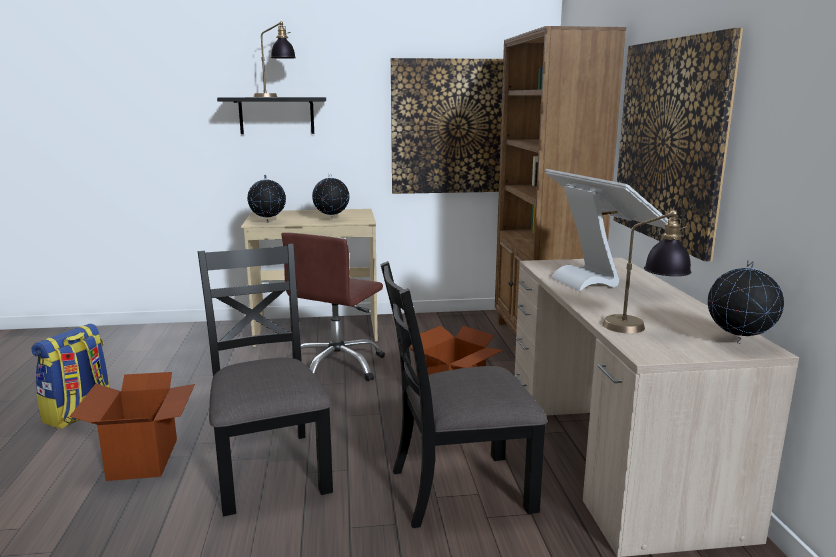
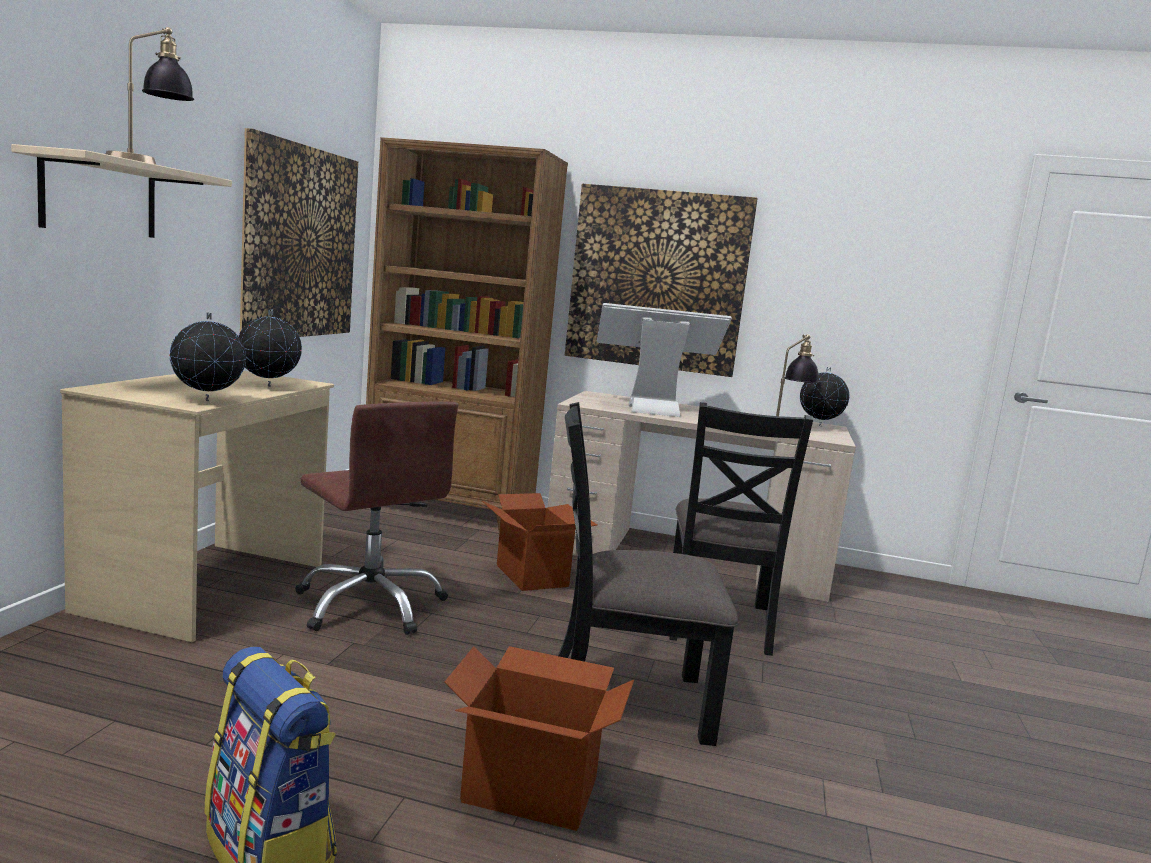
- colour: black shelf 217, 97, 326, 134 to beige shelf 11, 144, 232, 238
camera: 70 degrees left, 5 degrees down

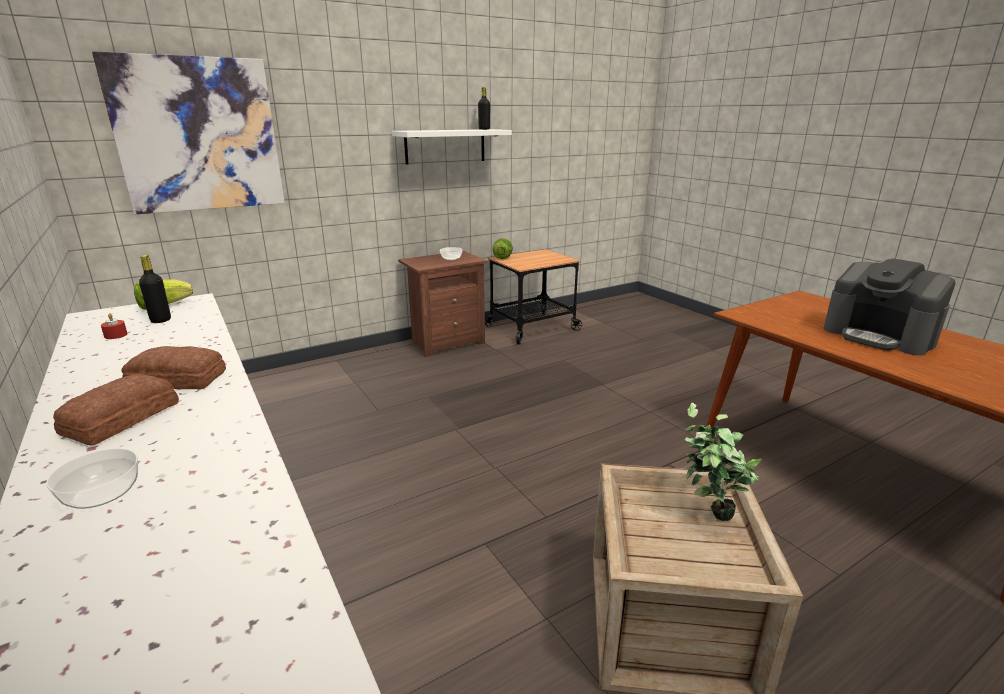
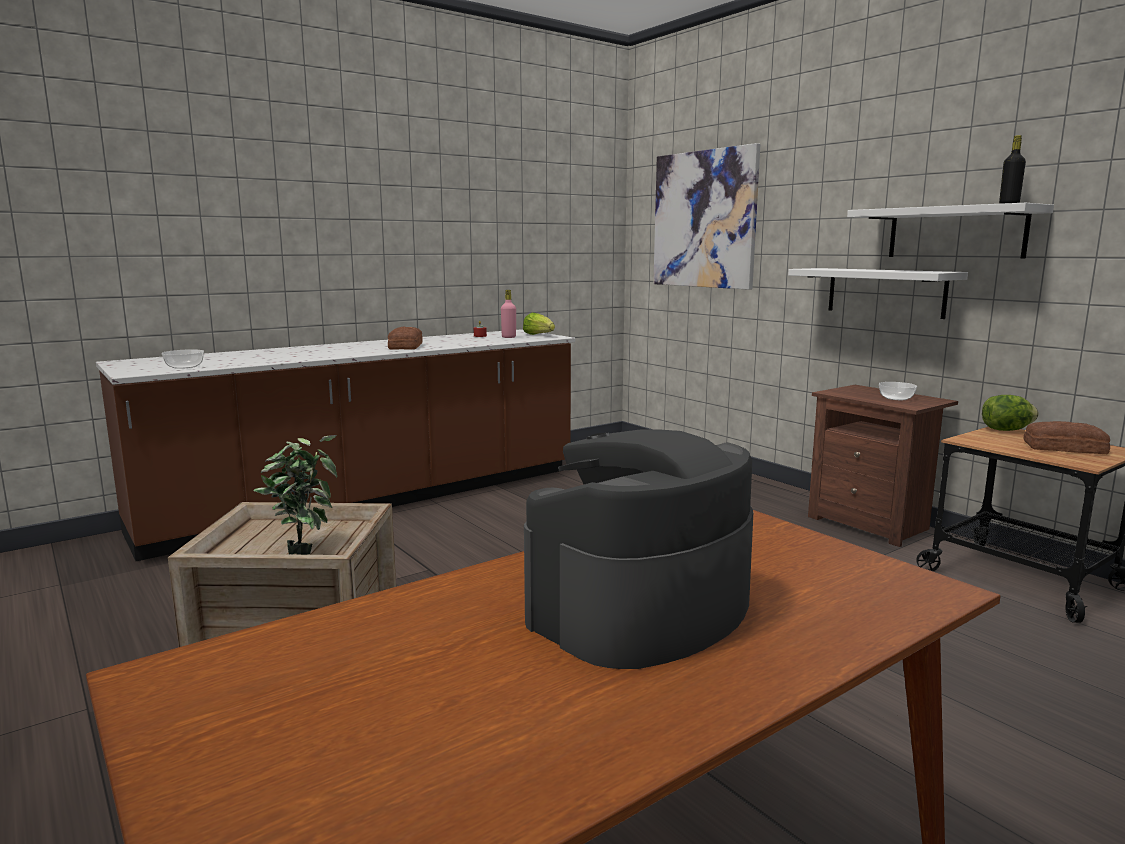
- relocated: bowl 46, 448, 138, 509 to 162, 349, 204, 369
- colour: black bottle 139, 255, 171, 323 to pink bottle 501, 290, 516, 338
- appeared: white shelf 788, 268, 968, 319
- relocated: bread 53, 374, 179, 446 to 1024, 421, 1110, 454
camera: 85 degrees right, 10 degrees down

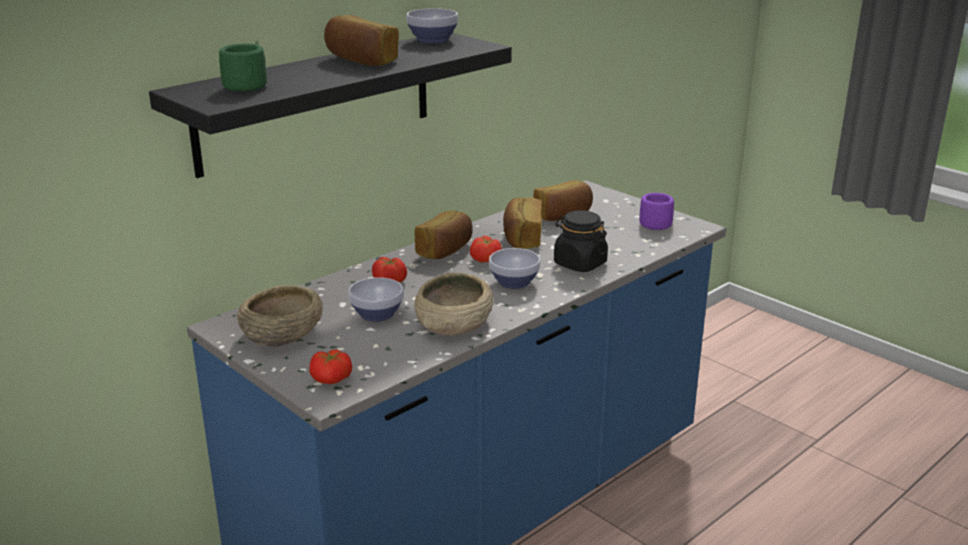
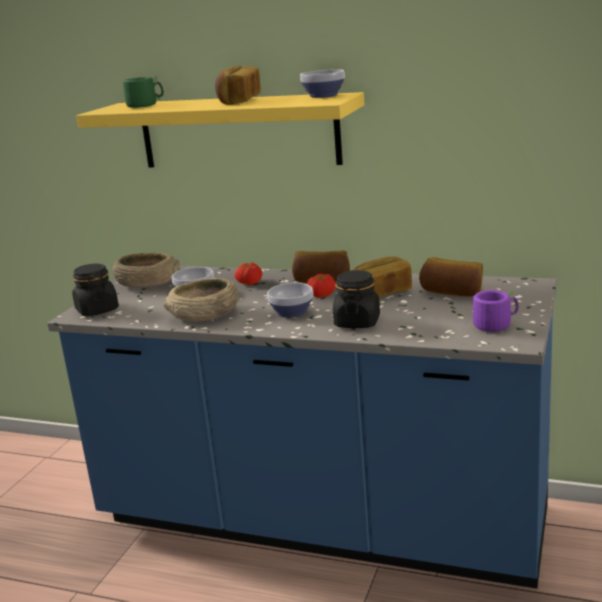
- exchanged: tomato 309, 349, 352, 384 to black jar 72, 264, 119, 316
- colour: black shelf 149, 33, 512, 178 to yellow shelf 76, 92, 365, 167
camera: 65 degrees right, 5 degrees down

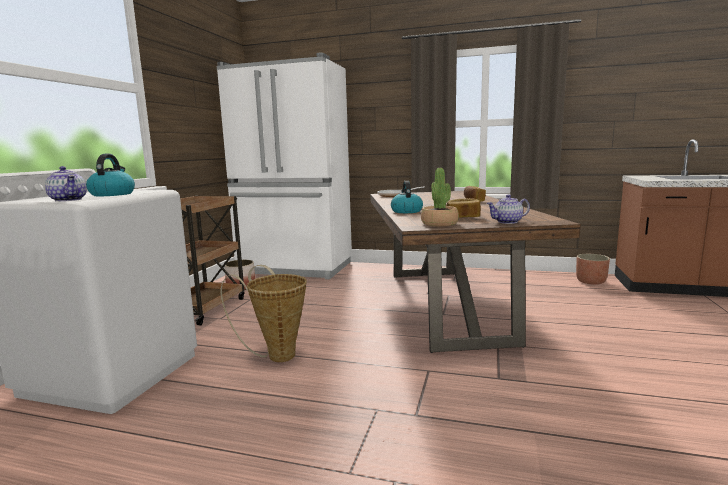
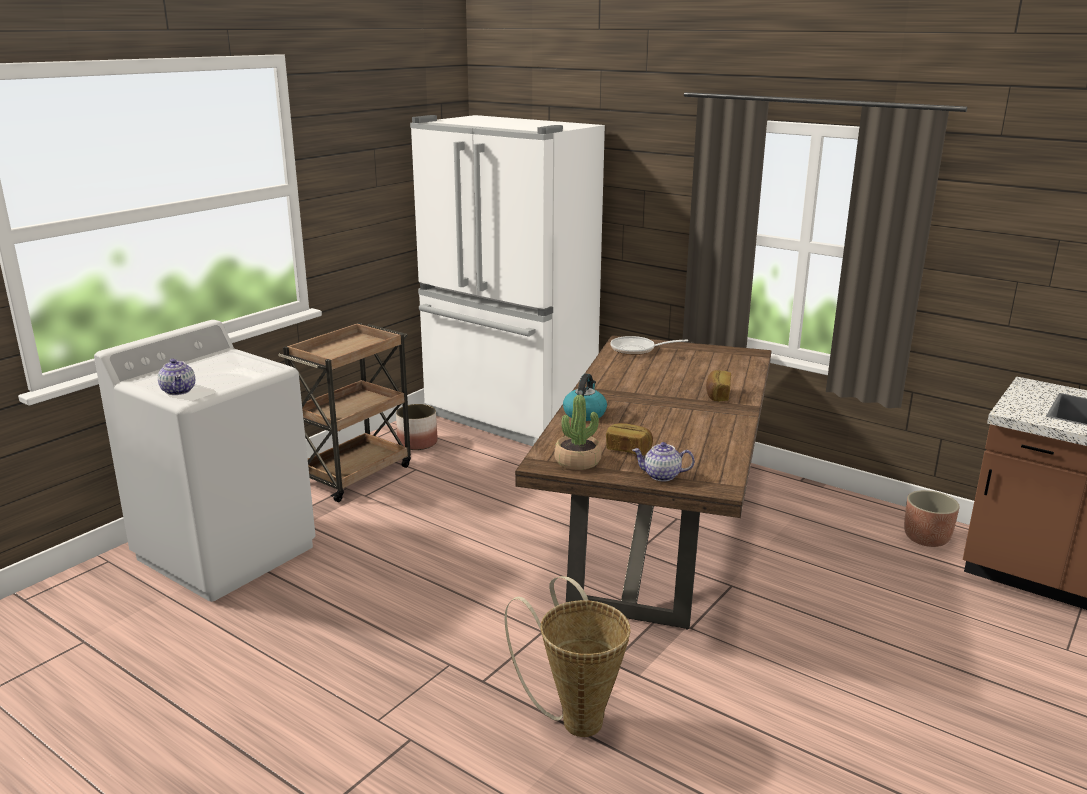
- relocated: basket 220, 265, 307, 362 to 504, 576, 631, 737
- missing: kettle 86, 154, 135, 196
camera: 20 degrees right, 10 degrees up

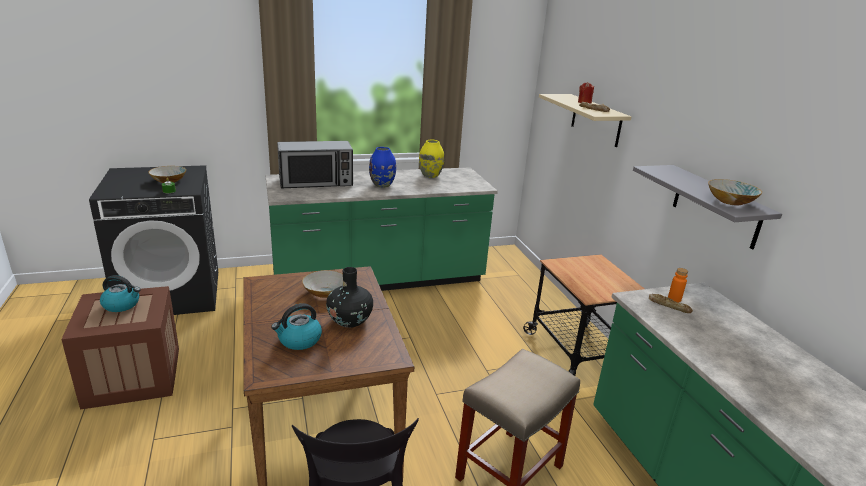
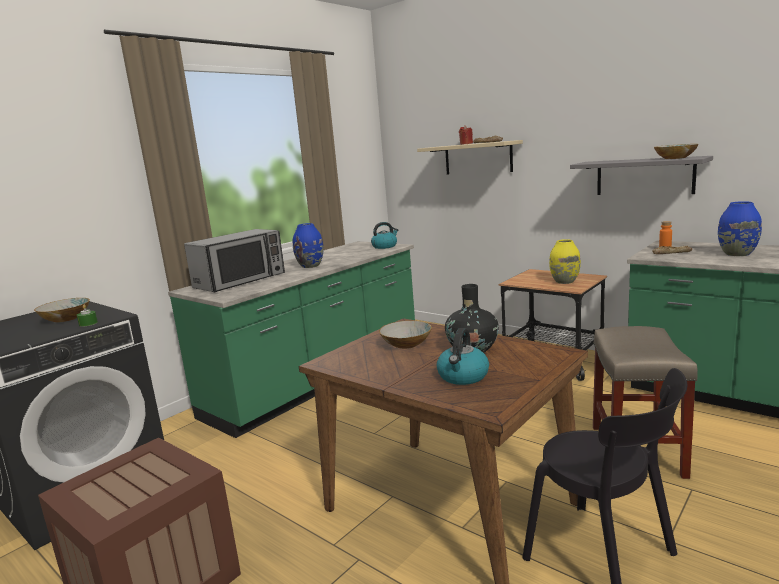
- relocated: kettle 100, 275, 141, 312 to 371, 222, 398, 249
- relocated: yellow vase 419, 140, 444, 178 to 549, 239, 581, 284
- appeared: blue vase 718, 201, 762, 256
camera: 30 degrees left, 10 degrees down

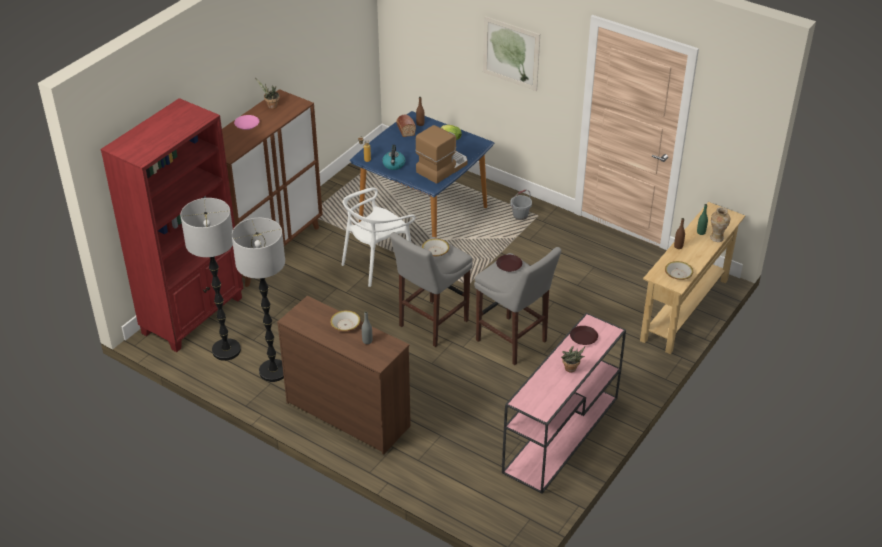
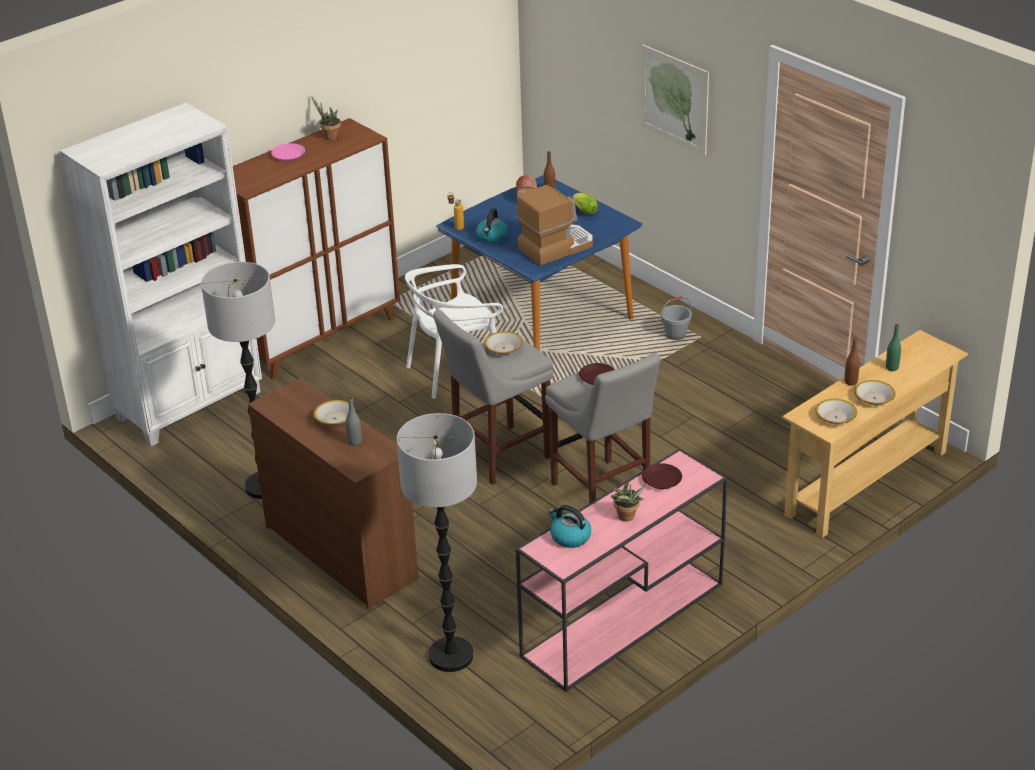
- colour: red bookcase 100, 98, 243, 352 to white bookcase 60, 103, 262, 447
- relocated: floor lamp 180, 198, 241, 361 to 397, 413, 477, 672
- appeared: kettle 548, 505, 591, 548
- appeared: bowl 854, 380, 895, 405
- missing: vase 710, 207, 730, 242
camera: 15 degrees right, 5 degrees down

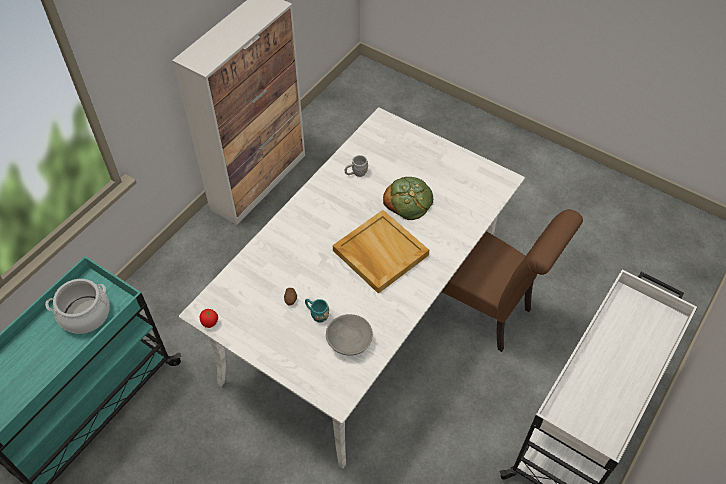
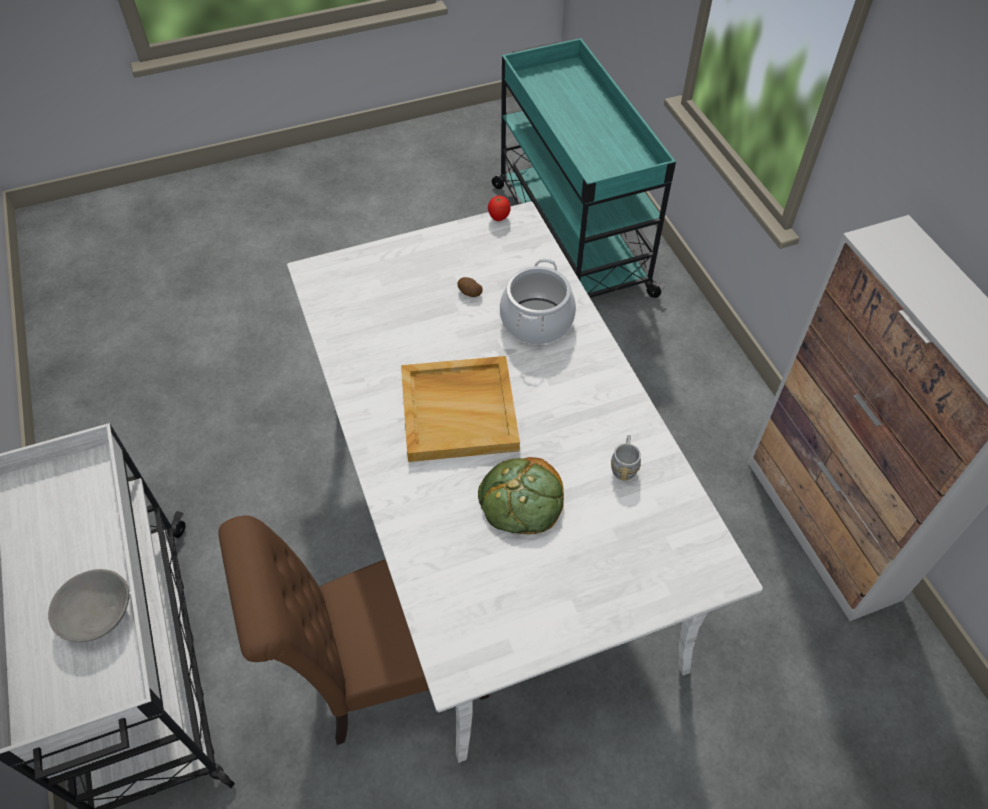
- relocated: grey bowl 326, 314, 373, 356 to 48, 569, 129, 642
- relocated: cooking pot 45, 279, 110, 334 to 500, 258, 576, 344
- missing: turquoise mug 305, 299, 329, 323
camera: 125 degrees right, 0 degrees up

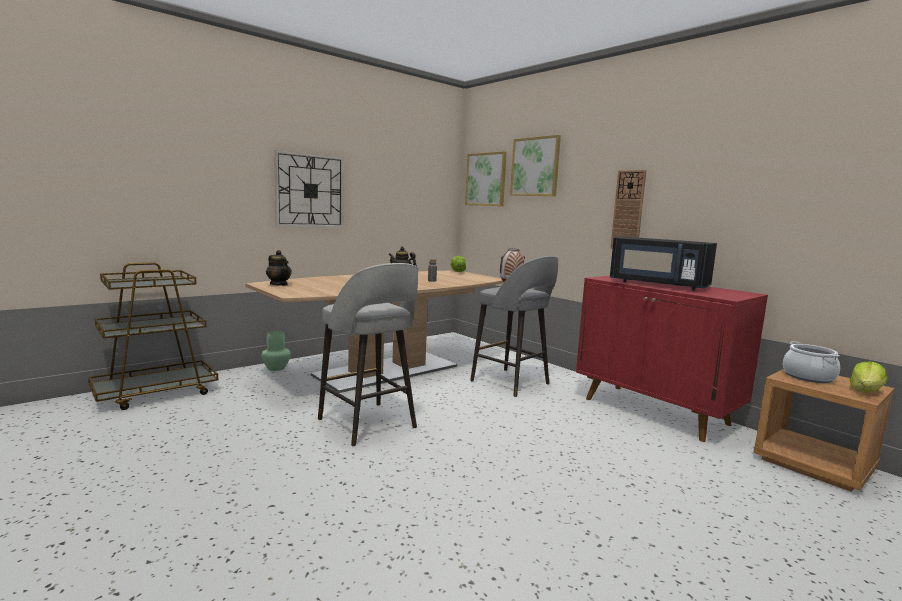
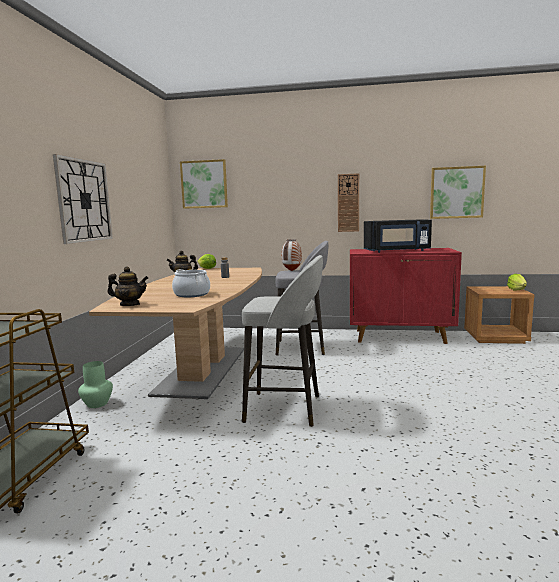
- relocated: cooking pot 783, 341, 840, 383 to 172, 269, 210, 297
- relocated: picture 510, 135, 561, 196 to 430, 166, 486, 219
camera: 40 degrees left, 0 degrees up

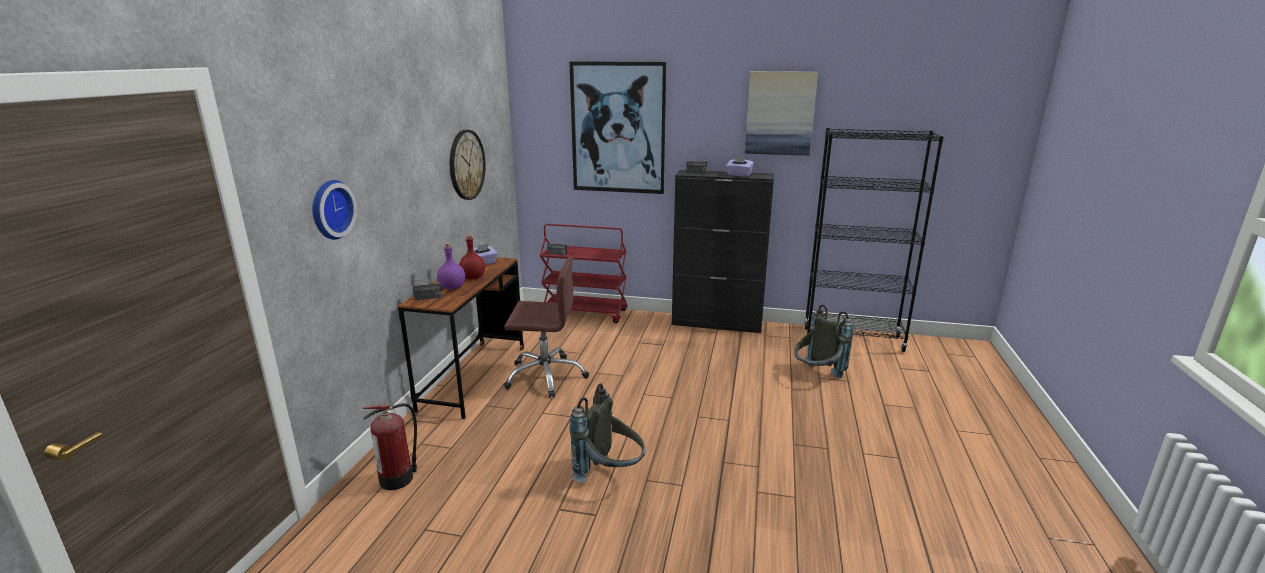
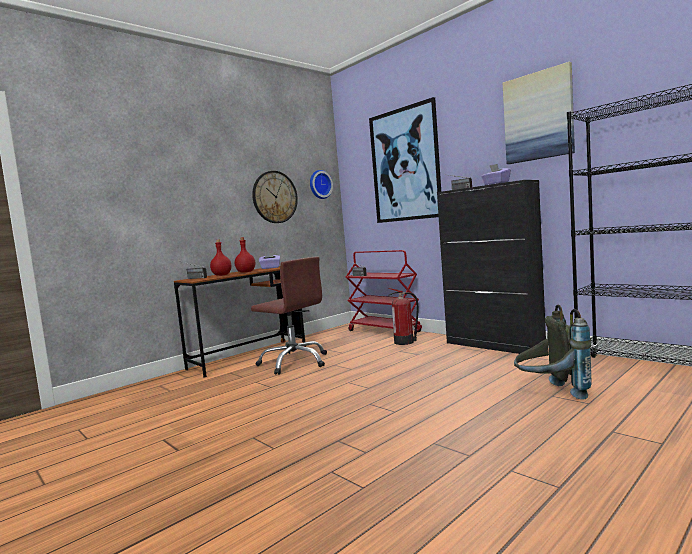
- colour: purple bottle 437, 243, 465, 290 to red bottle 210, 239, 232, 276
- relocated: wall clock 312, 180, 357, 240 to 310, 170, 333, 199
- relocated: fire extinguisher 363, 403, 417, 490 to 388, 288, 419, 345
- missing: grey backpack 569, 383, 645, 482
camera: 35 degrees right, 15 degrees down

